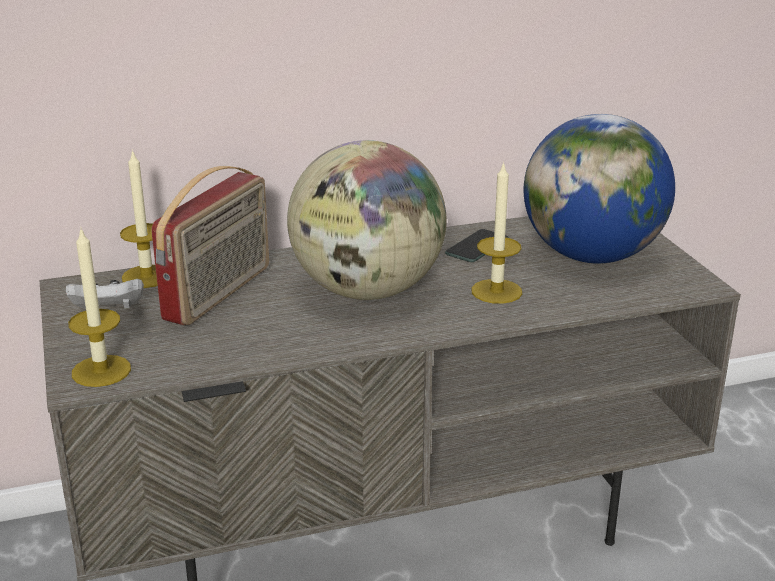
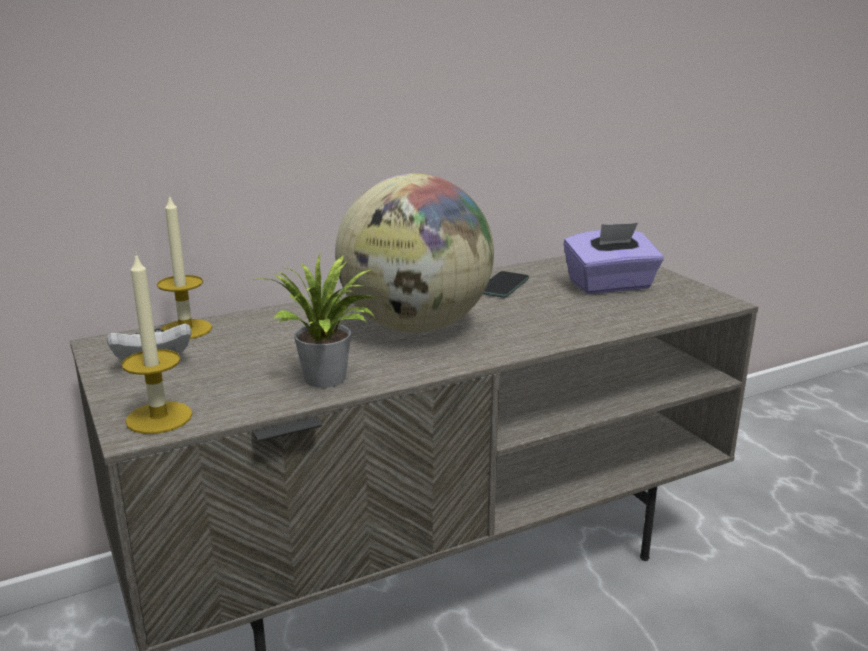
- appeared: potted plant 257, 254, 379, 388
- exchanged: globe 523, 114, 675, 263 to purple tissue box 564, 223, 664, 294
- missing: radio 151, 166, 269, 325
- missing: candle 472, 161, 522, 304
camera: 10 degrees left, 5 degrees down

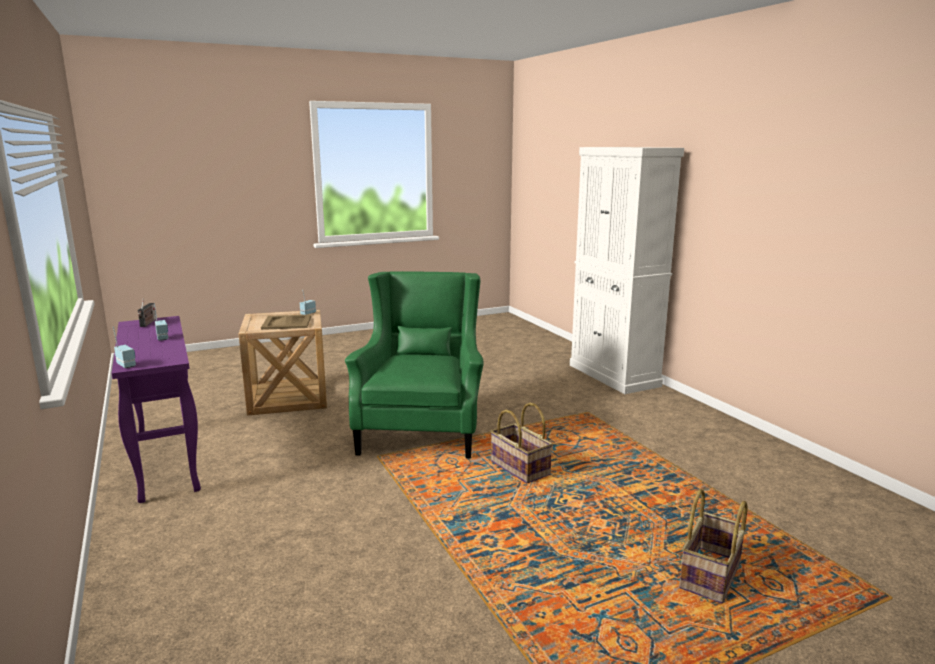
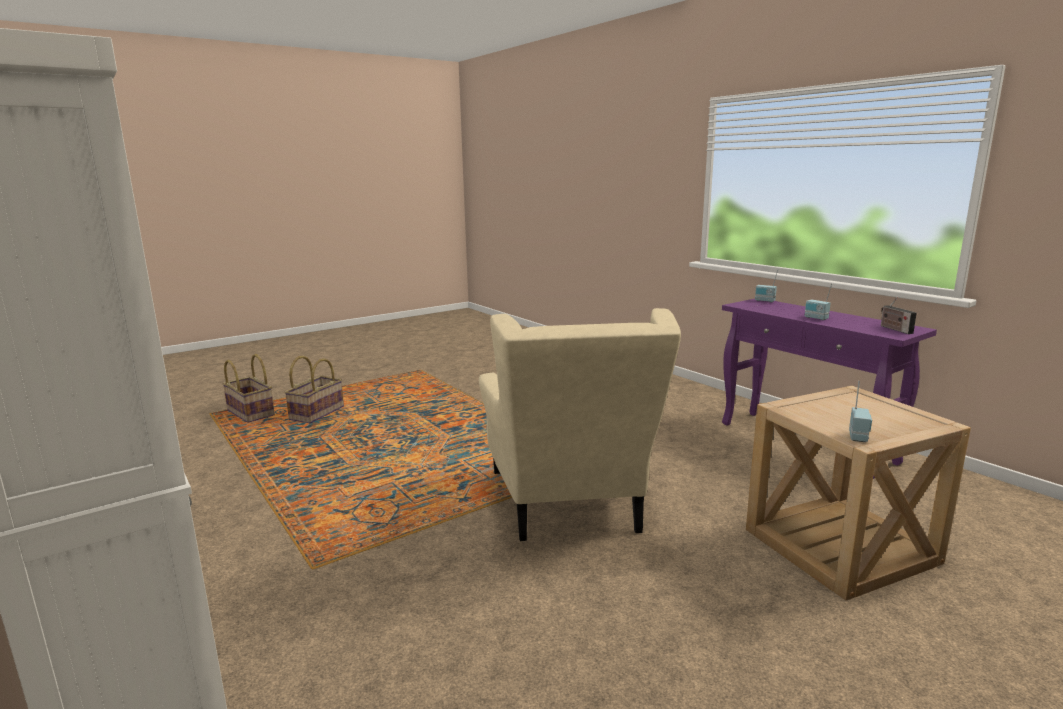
- relocated: basket 490, 403, 553, 483 to 222, 354, 275, 423
- colour: green armchair 345, 271, 484, 458 to beige armchair 479, 308, 681, 541
- missing: beige tray 261, 314, 311, 330
camera: 170 degrees right, 0 degrees up

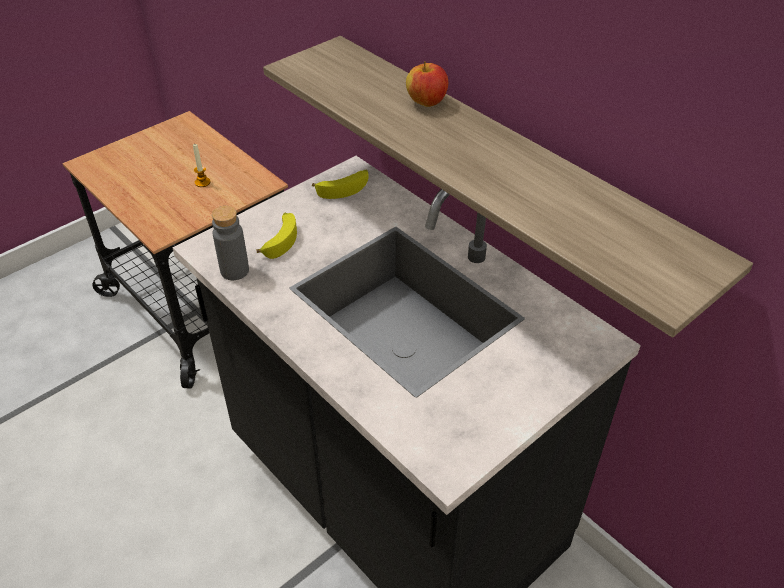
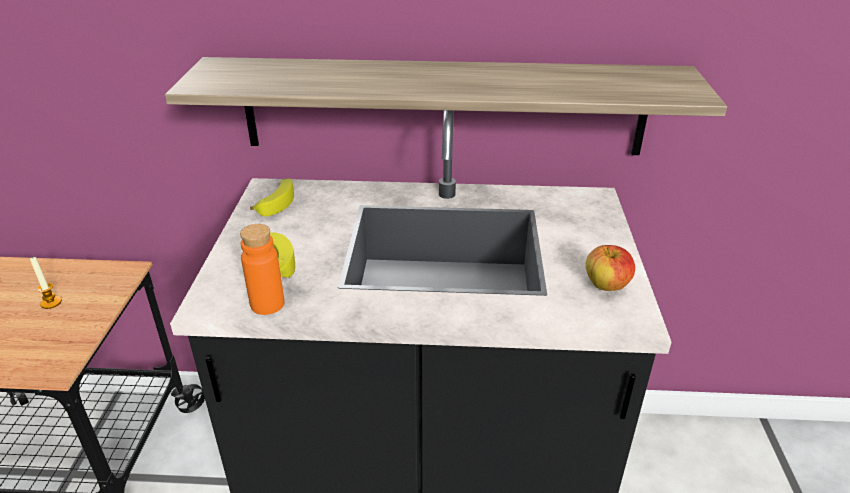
- colour: grey bottle 212, 206, 249, 280 to orange bottle 240, 224, 285, 315
- relocated: apple 406, 61, 448, 107 to 586, 245, 635, 291
camera: 45 degrees left, 10 degrees down

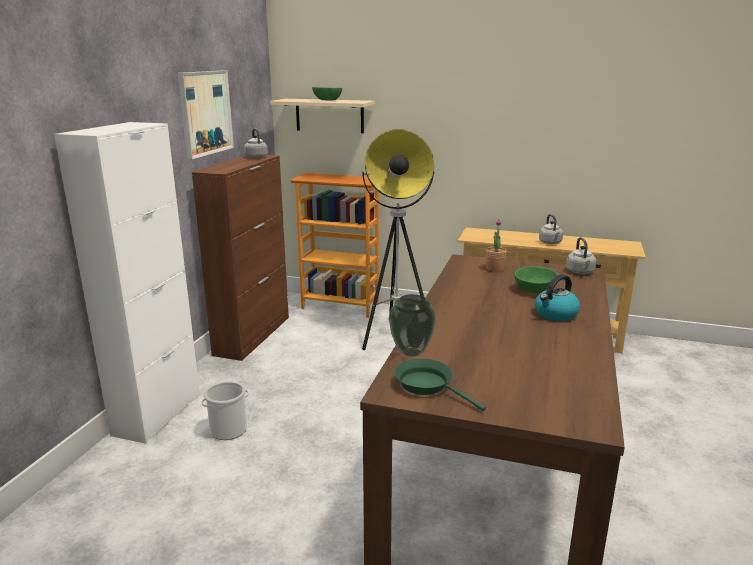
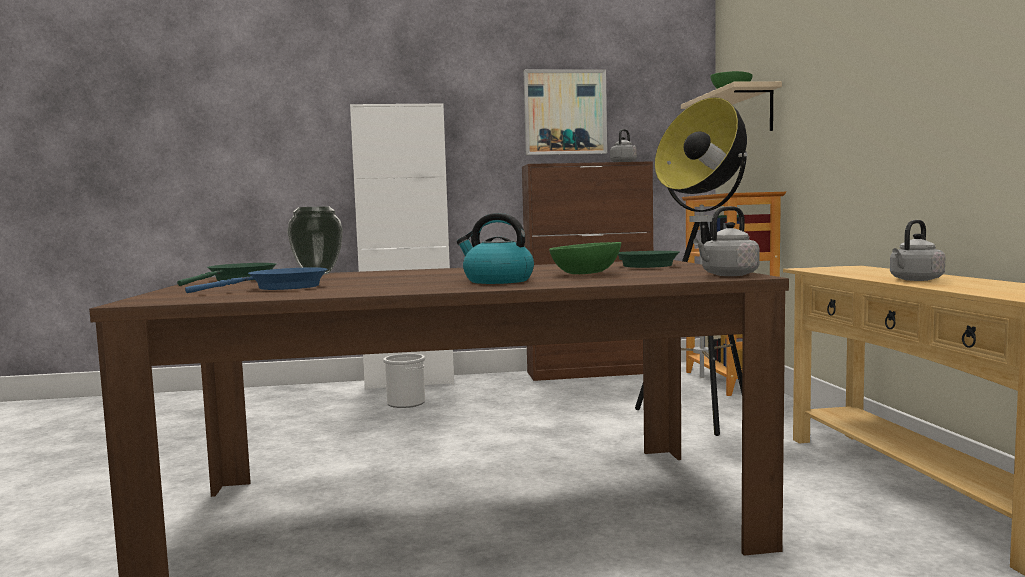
- appeared: blue frying pan 185, 268, 327, 293
- exchanged: potted plant 486, 219, 507, 272 to green frying pan 618, 251, 680, 268
camera: 65 degrees right, 15 degrees down

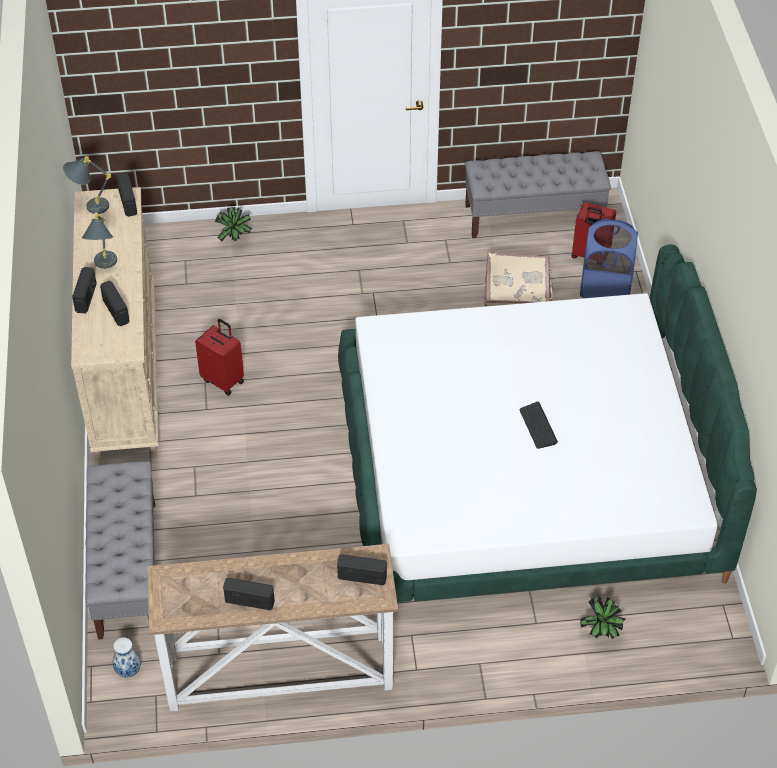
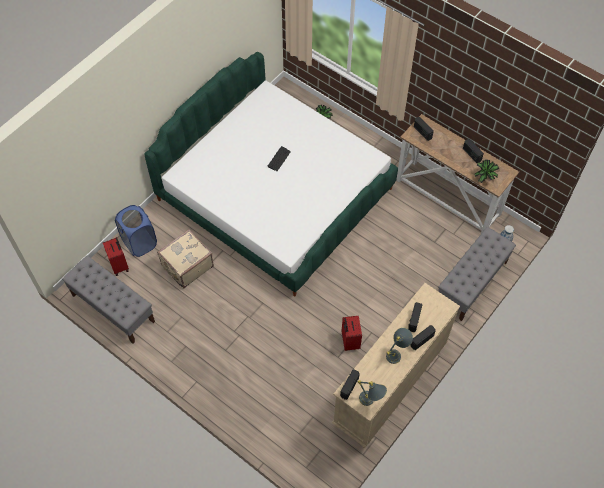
- relocated: potted plant 215, 207, 252, 242 to 475, 160, 499, 183
camera: 135 degrees left, 10 degrees up

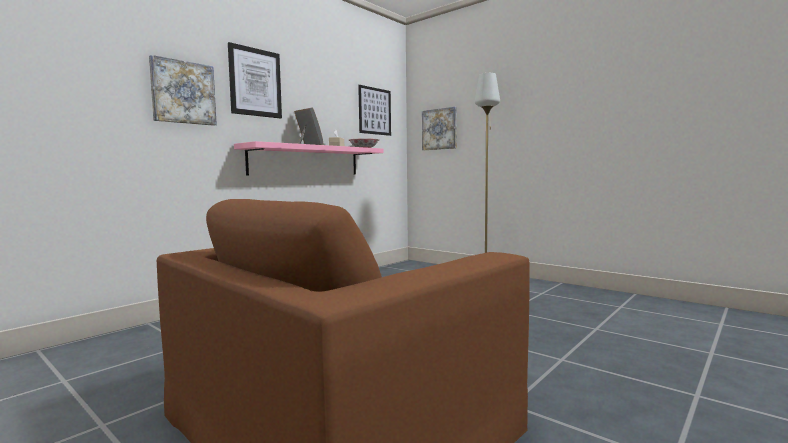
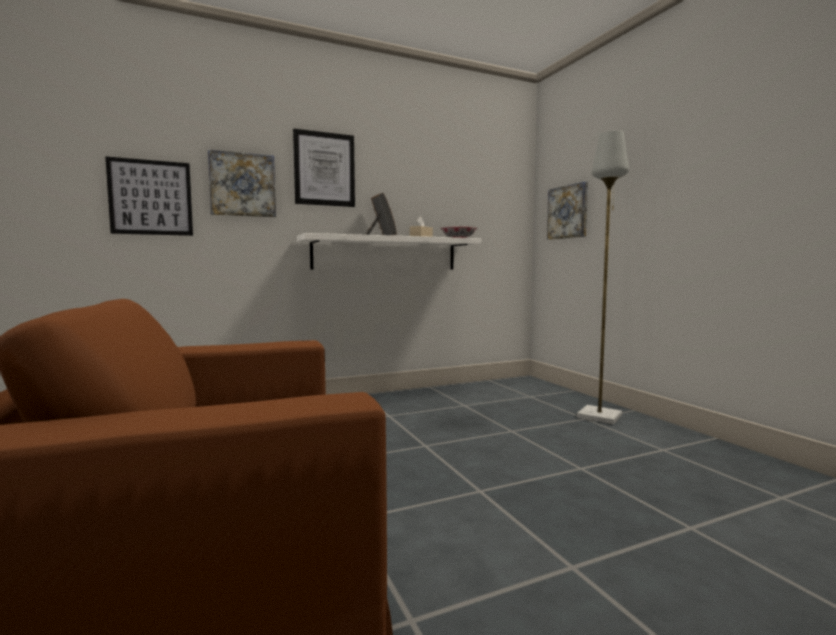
- relocated: picture 358, 85, 391, 136 to 105, 156, 193, 236
- colour: pink shelf 234, 141, 383, 176 to white shelf 297, 233, 481, 270
camera: 25 degrees right, 0 degrees up

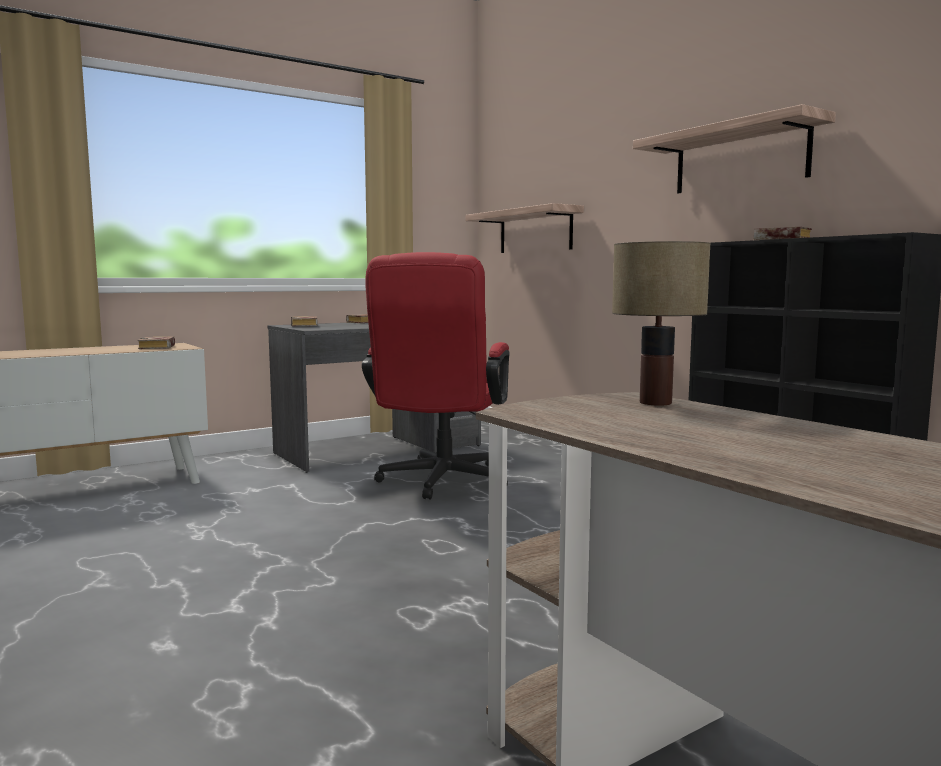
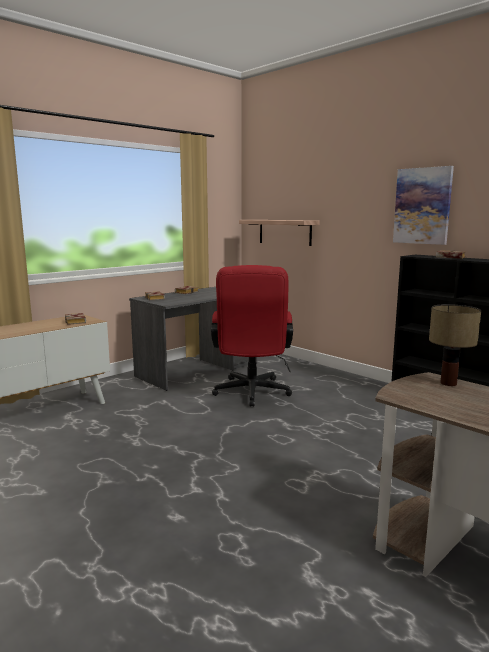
- exchanged: shelf 633, 104, 836, 193 to picture 393, 166, 454, 245
camera: 10 degrees left, 5 degrees up

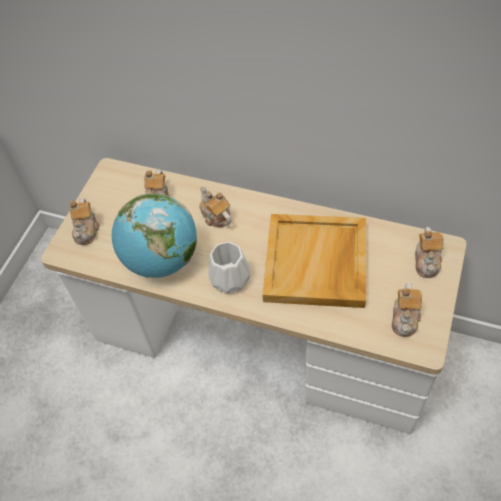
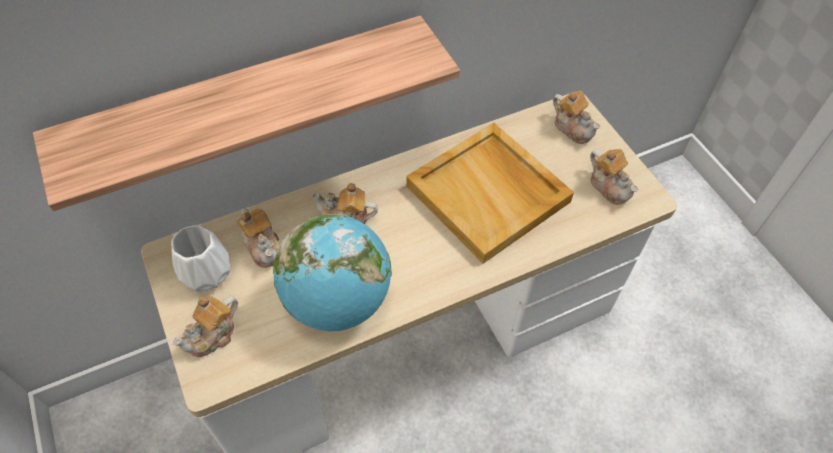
- appeared: shelf 33, 16, 460, 211
- relocated: white vase 208, 242, 250, 293 to 171, 225, 230, 291
- spun: teapot 69, 198, 100, 245 = 172, 295, 238, 357 90 degrees clockwise
camera: 50 degrees left, 0 degrees up

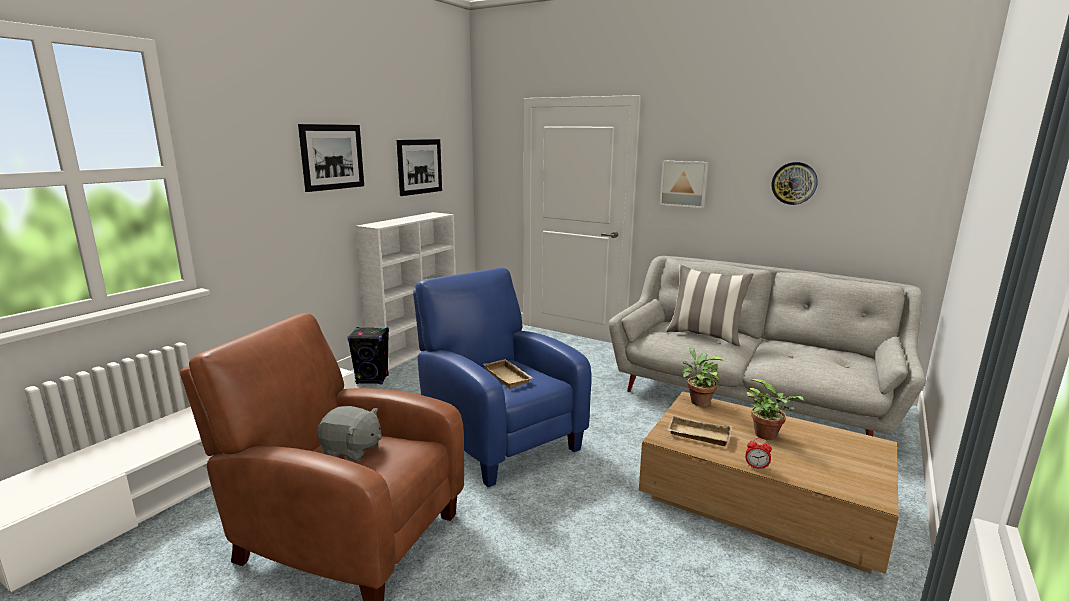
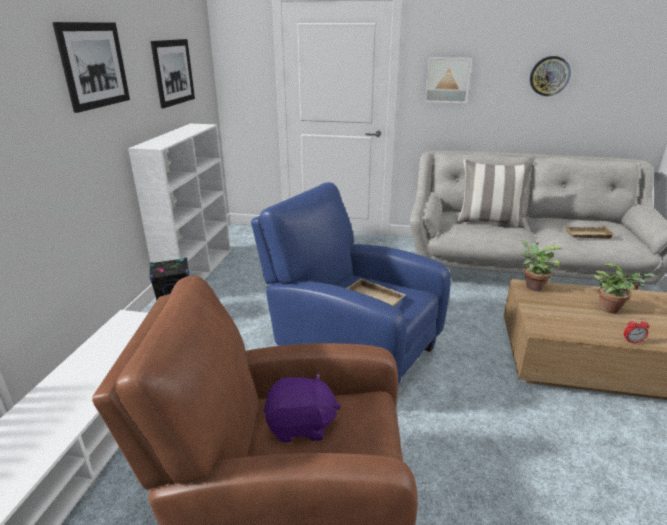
- colour: grey plush toy 317, 406, 382, 462 to purple plush toy 264, 373, 341, 442
- relocated: beige tray 667, 416, 732, 446 to 565, 226, 616, 239
camera: 20 degrees left, 10 degrees up

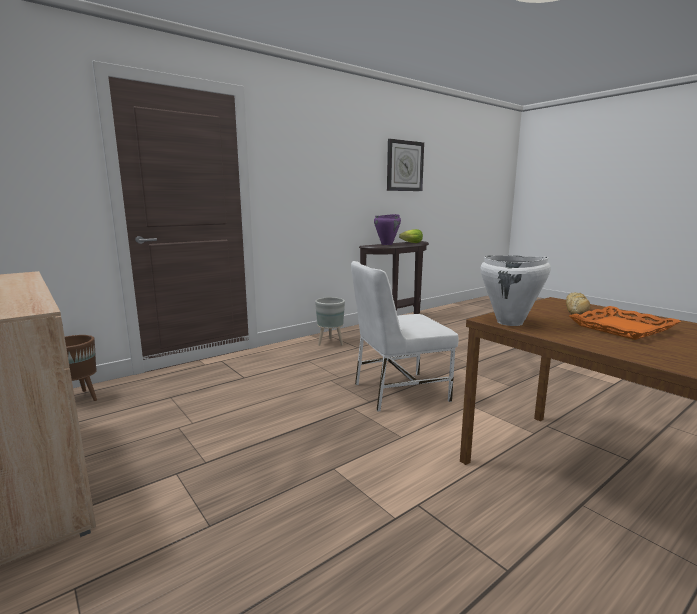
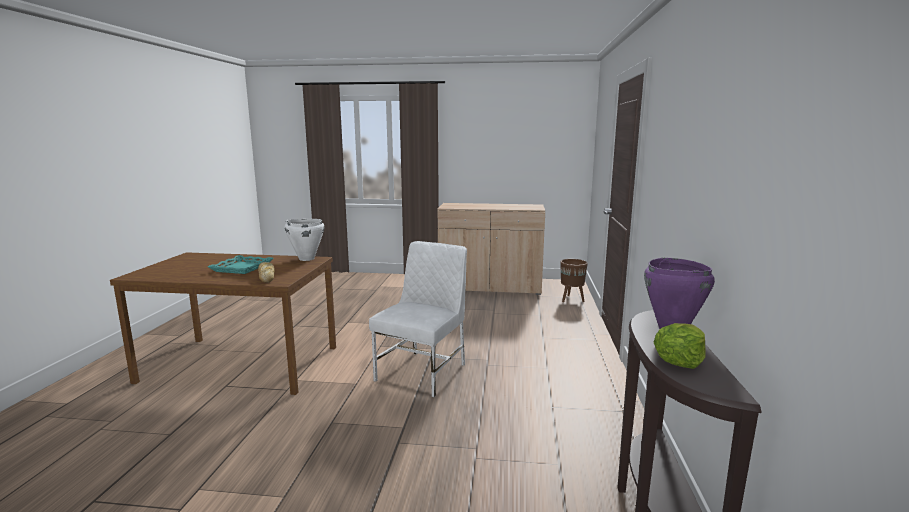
- colour: orange tray 569, 306, 681, 340 to turquoise tray 208, 255, 273, 274
- missing: grey planter 315, 297, 345, 346
- missing: wall clock 387, 139, 424, 191
camera: 135 degrees right, 0 degrees up

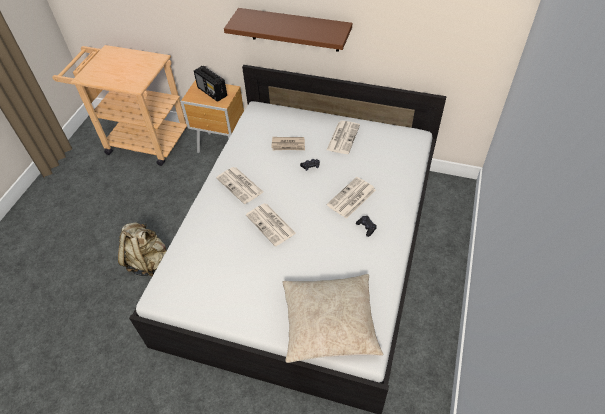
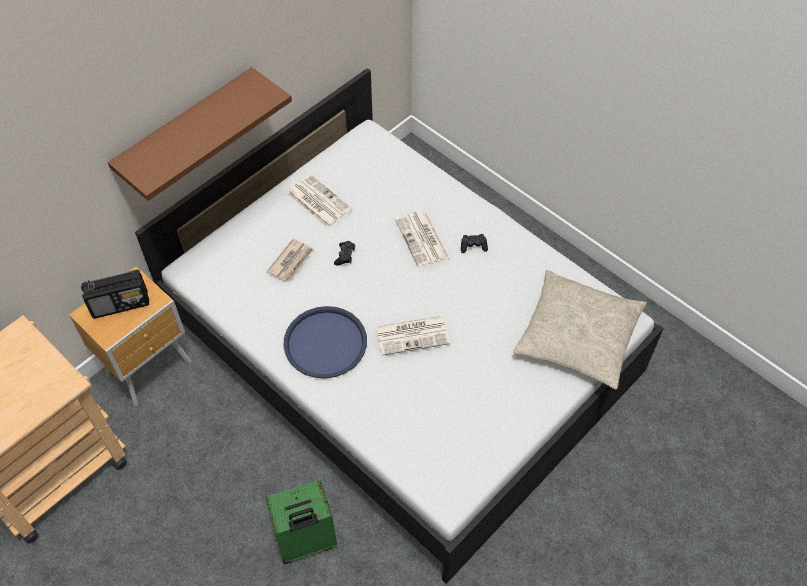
- exchanged: beige backpack 118, 223, 167, 276 to green suitcase 266, 480, 337, 564
- exchanged: newspaper 216, 167, 263, 204 to blue tray 283, 306, 367, 378
camera: 65 degrees left, 5 degrees up

